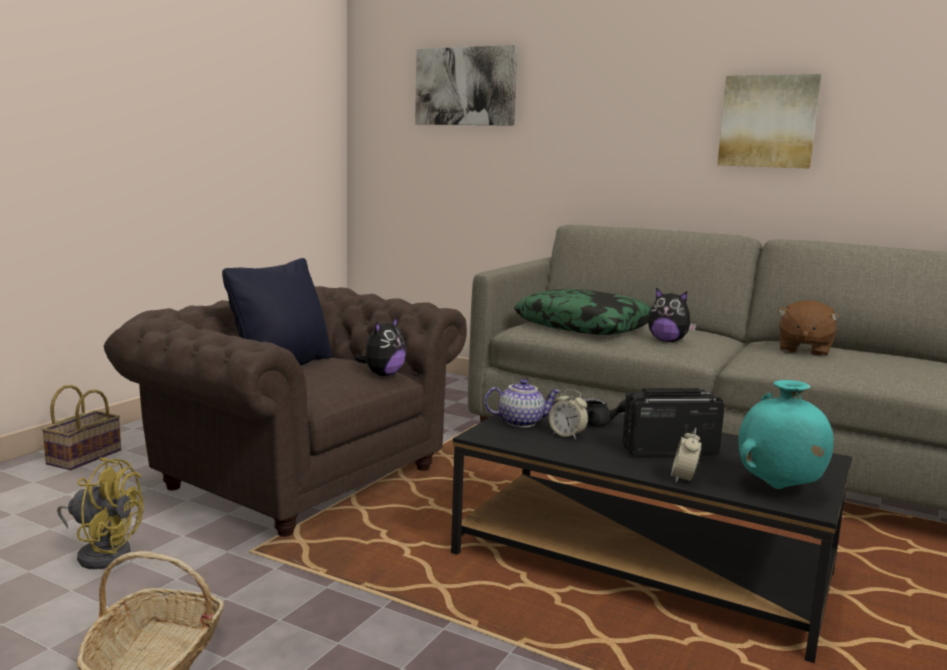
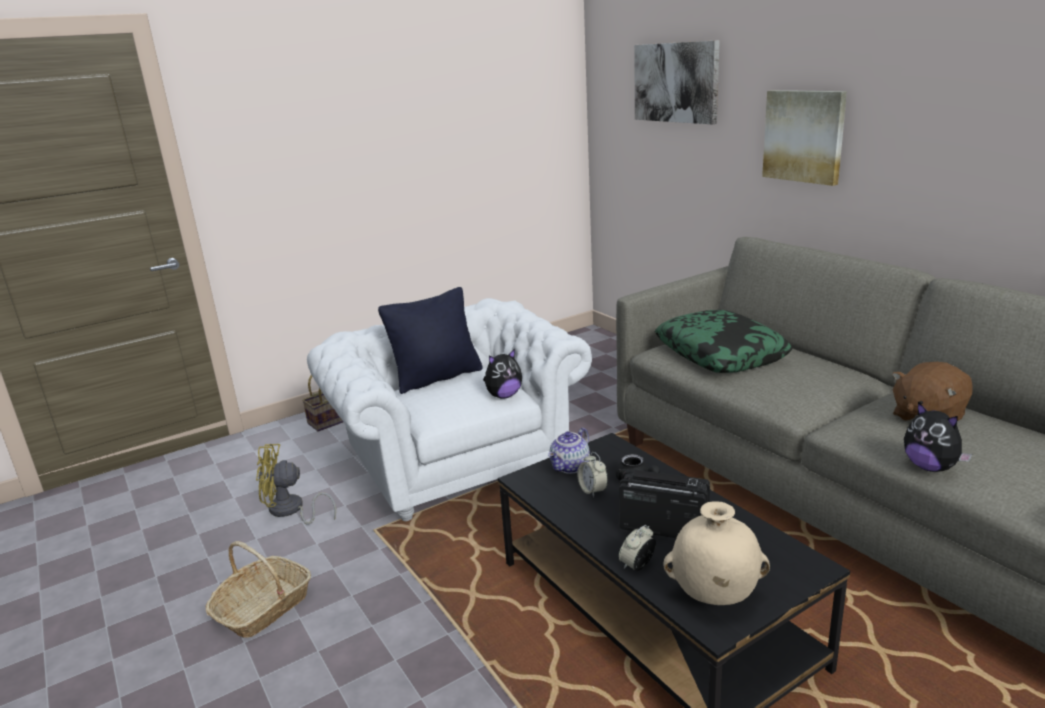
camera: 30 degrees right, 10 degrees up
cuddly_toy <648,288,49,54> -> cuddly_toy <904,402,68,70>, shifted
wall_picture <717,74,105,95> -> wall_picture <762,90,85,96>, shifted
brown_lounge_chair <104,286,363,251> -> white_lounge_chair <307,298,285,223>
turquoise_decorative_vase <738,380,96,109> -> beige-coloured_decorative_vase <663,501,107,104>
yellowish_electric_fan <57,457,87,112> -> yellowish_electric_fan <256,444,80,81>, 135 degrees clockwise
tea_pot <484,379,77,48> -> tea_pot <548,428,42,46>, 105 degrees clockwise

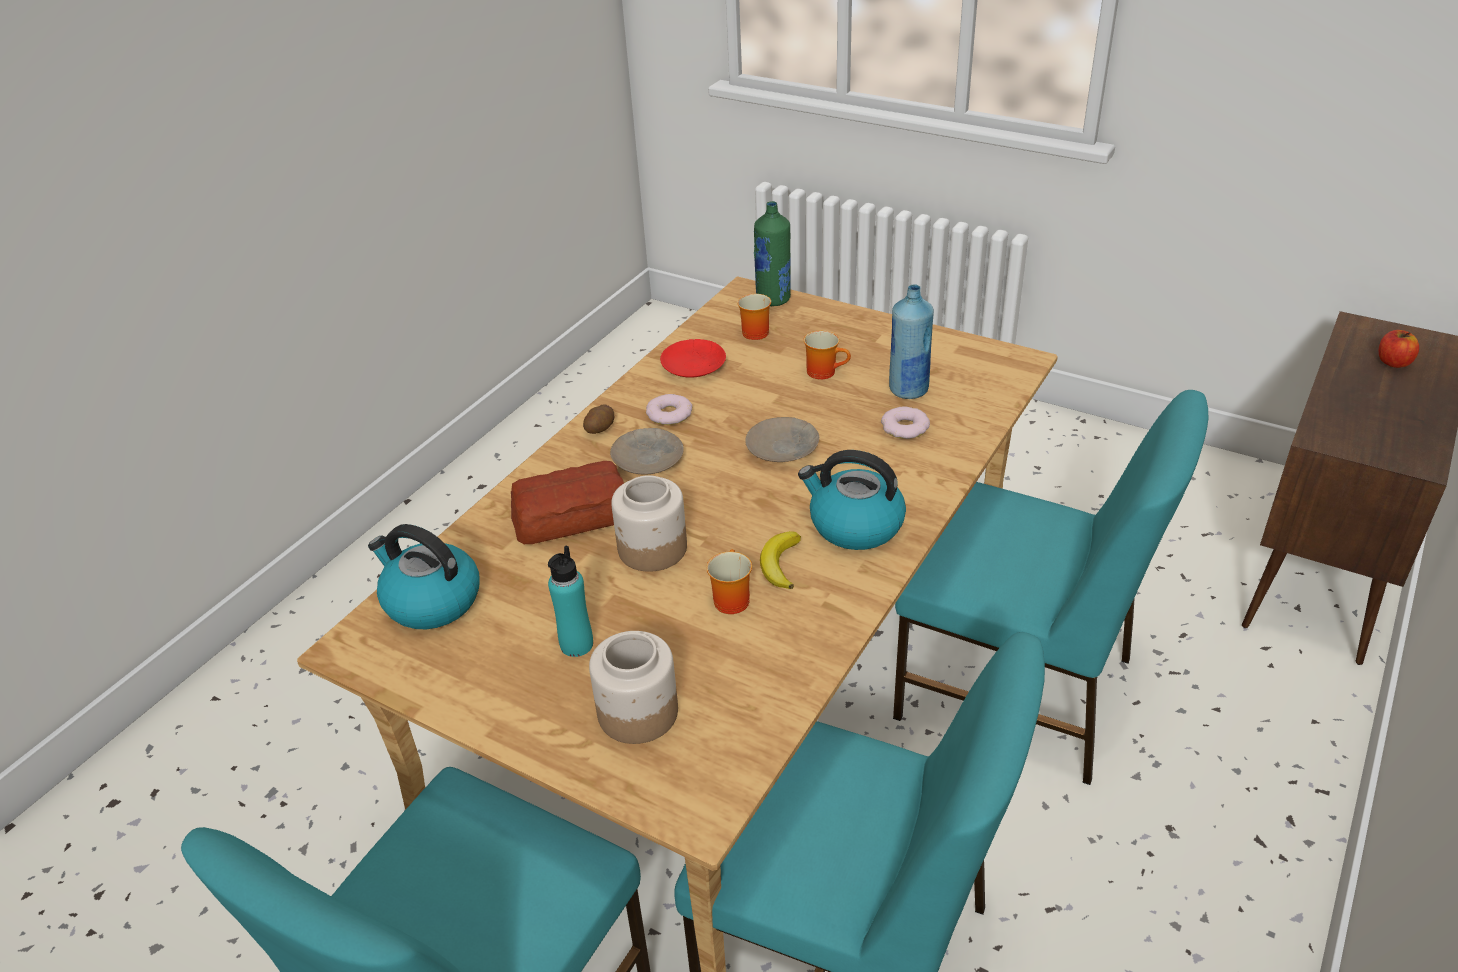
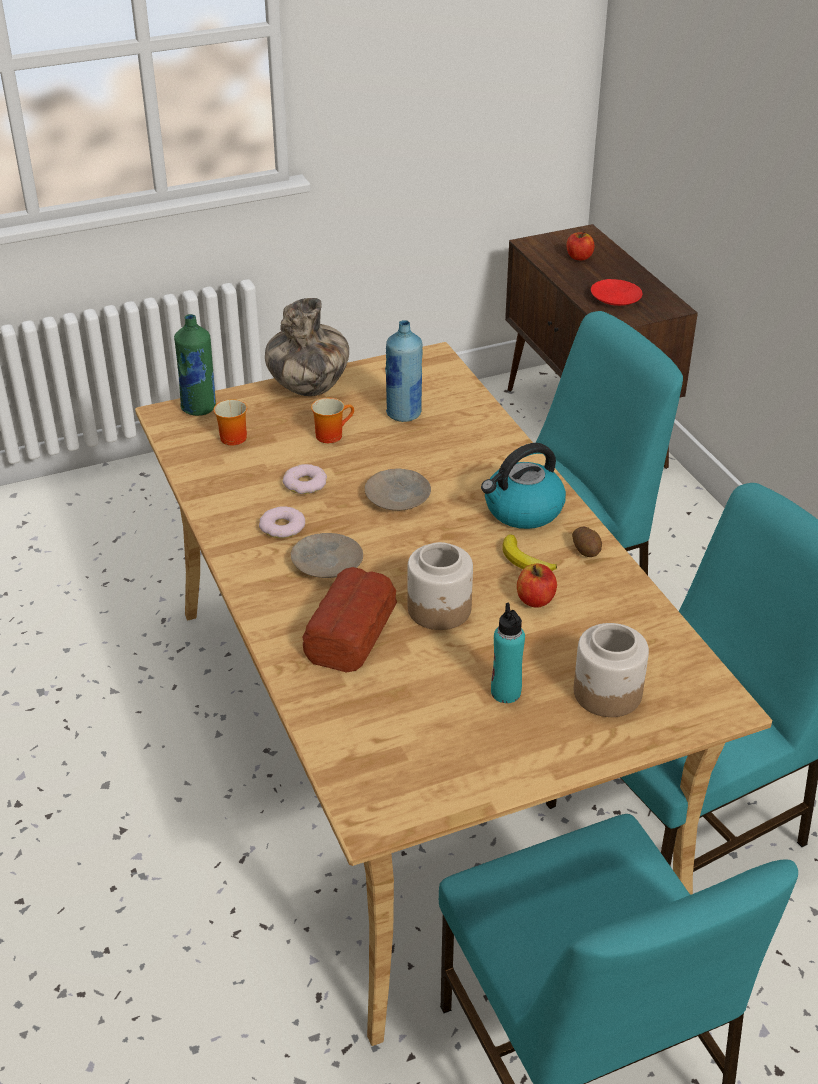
camera: 55 degrees left, 0 degrees up
tea_kettle <368,524,112,105> -> none
none -> decorative_vase <265,298,84,98>
whole_potato <583,404,31,30> -> whole_potato <572,527,30,30>, shifted
red_plate <660,339,66,39> -> red_plate <591,279,51,27>, shifted
doughnut <881,406,49,33> -> doughnut <283,464,44,30>, shifted
coffee_mug <706,549,46,65> -> apple_fruit <517,564,40,44>

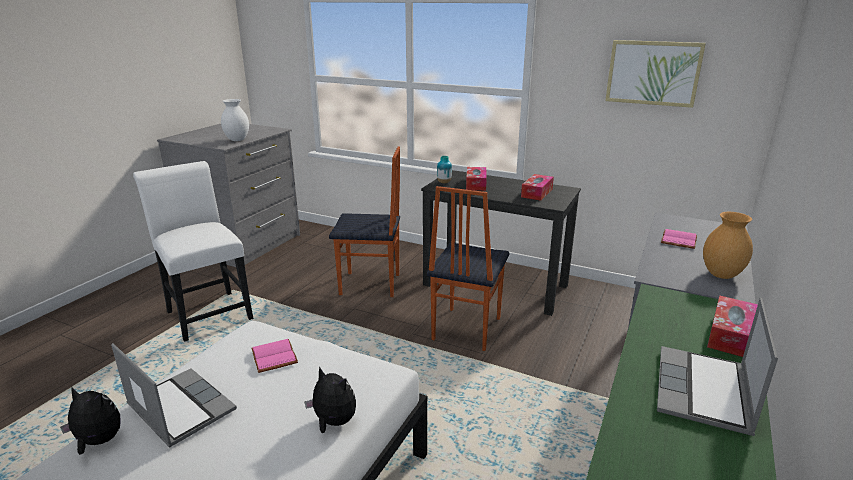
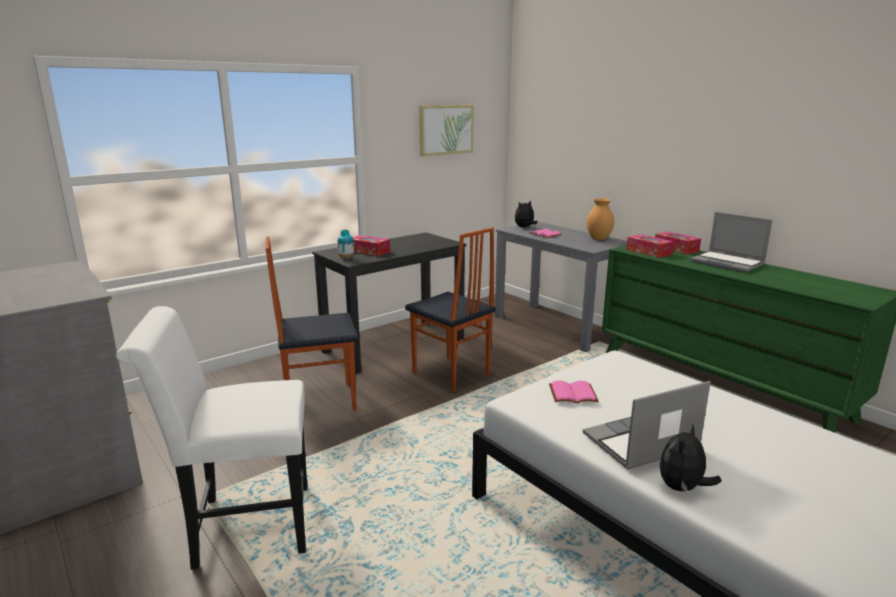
camera: 65 degrees left, 5 degrees down
white_decorative_vase <221,99,28,42> -> none
cuddly_toy <305,366,51,67> -> cuddly_toy <515,200,23,27>, shifted
tissue_box <521,174,33,27> -> tissue_box <626,234,48,24>, shifted
plain_chair <329,146,71,151> -> plain_chair <266,236,93,174>, 135 degrees counterclockwise

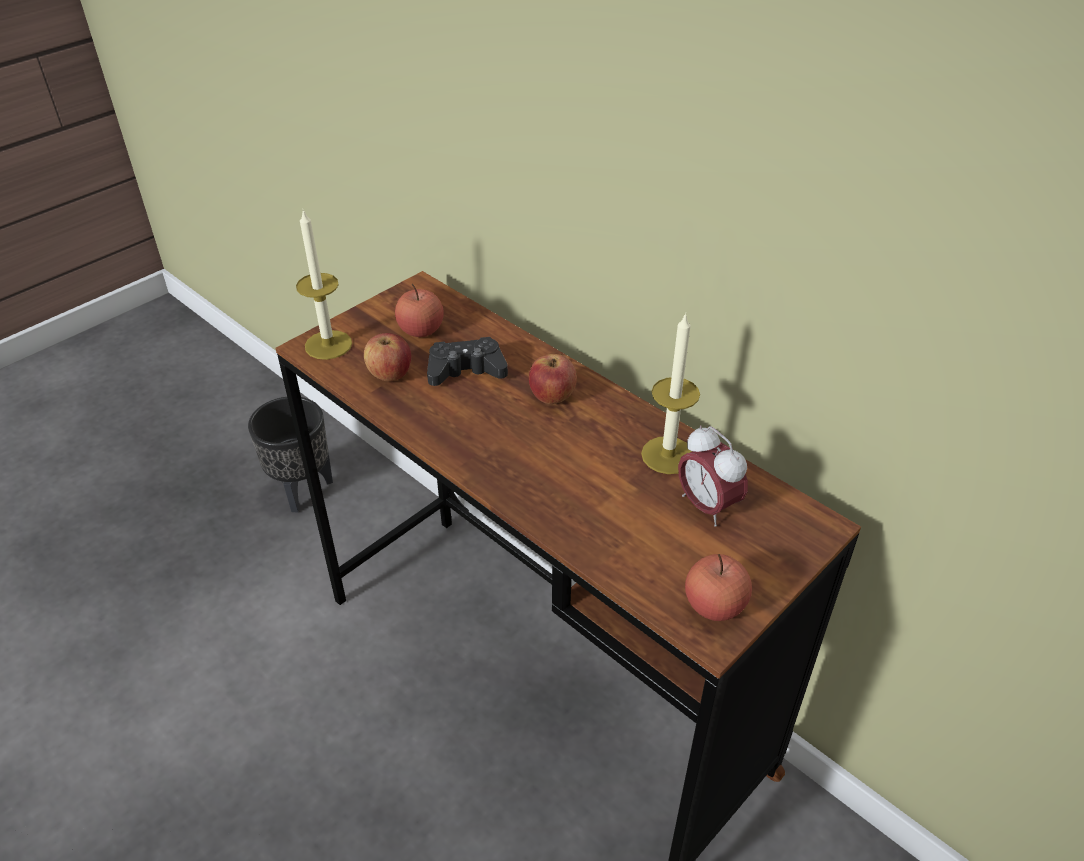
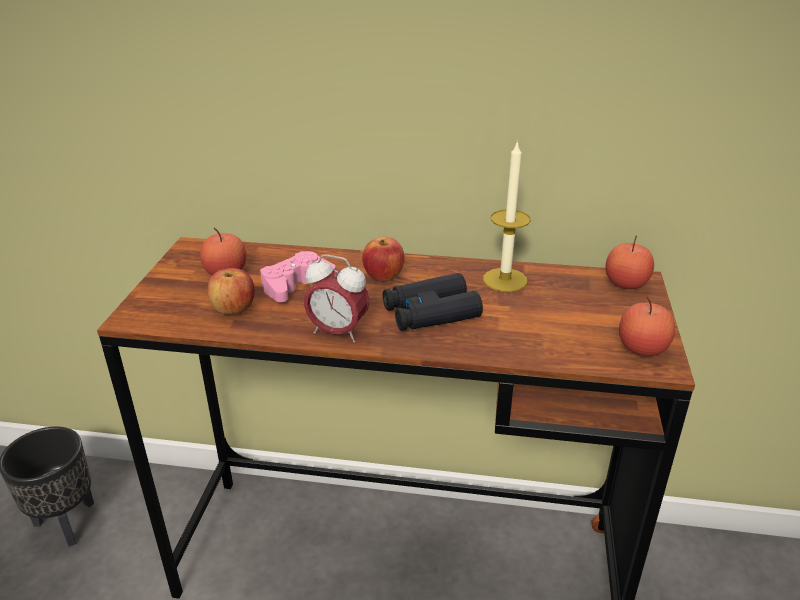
camera: 35 degrees left, 10 degrees down
candle <296,210,56,150> -> none
none -> black-coloured_pair_of_binoculars <383,273,100,58>
none -> apple_fruit <606,235,48,54>
bedside_clock <678,425,70,102> -> bedside_clock <304,254,66,89>, shifted
black-coloured_gamepad <427,337,81,49> -> pink-coloured_gamepad <260,251,76,51>

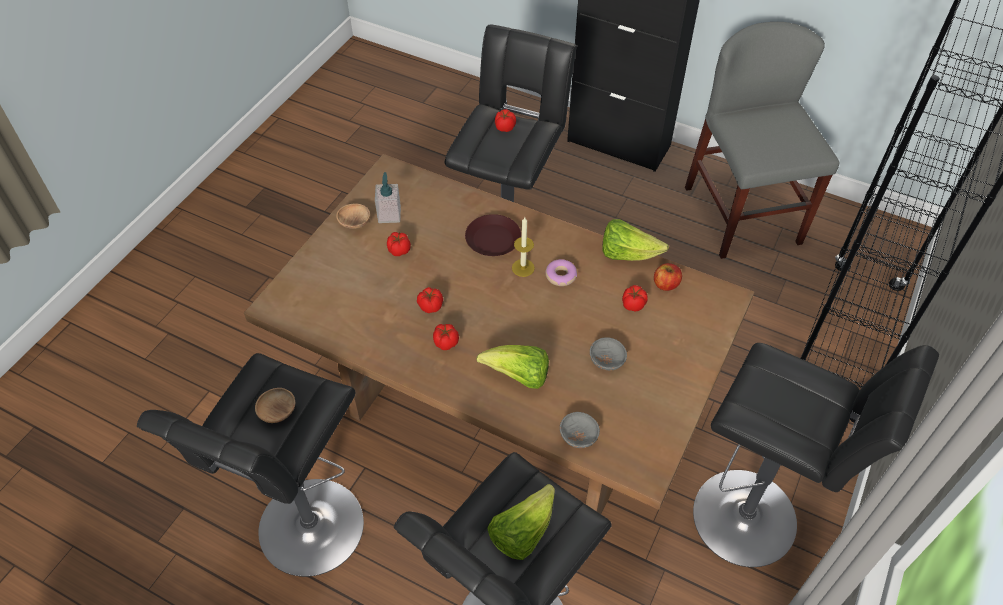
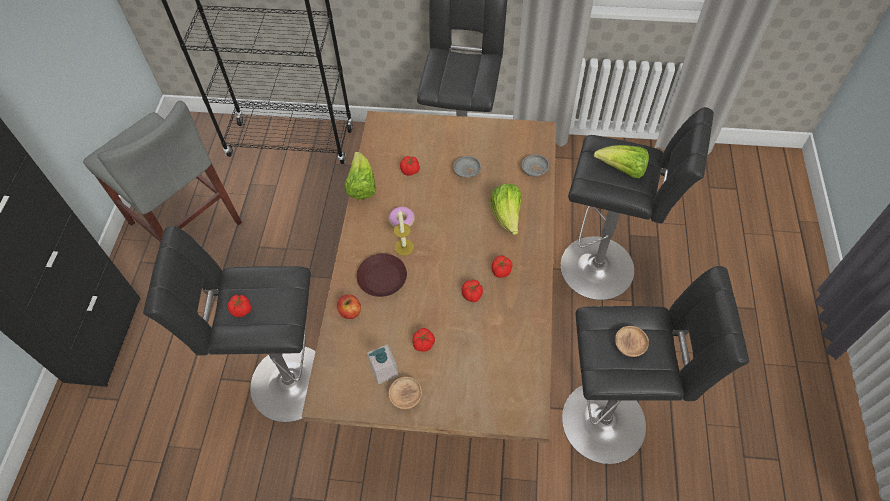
camera: 110 degrees left, 5 degrees up
apple_fruit <654,263,28,28> -> apple_fruit <337,294,24,25>, shifted
gray_plain_chair <685,22,155,237> -> gray_plain_chair <83,101,159,141>, 105 degrees counterclockwise

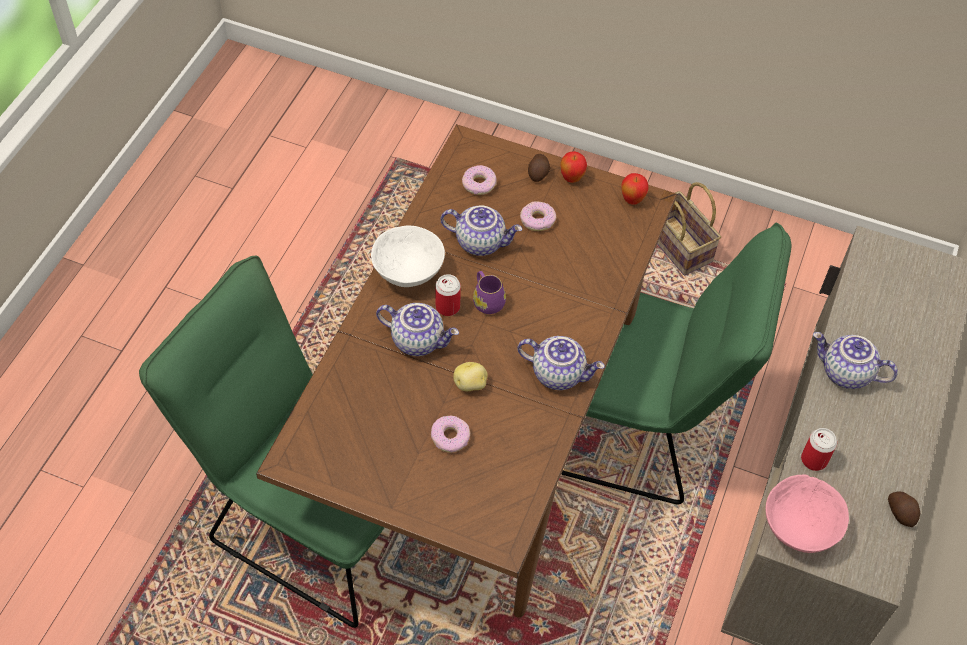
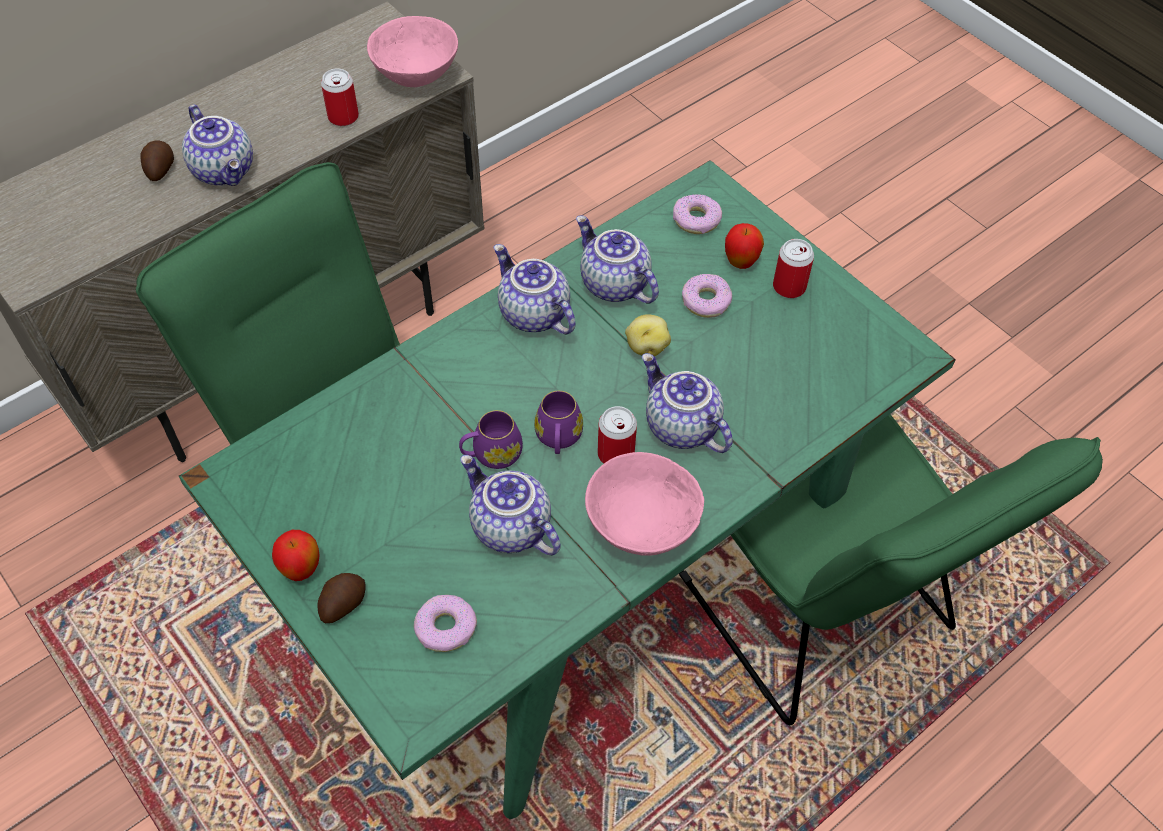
camera: 150 degrees left, 0 degrees up
basket <657,182,64,93> -> none
none -> purplish_coffee_mug <459,410,64,59>
none -> tea_pot <576,215,83,89>
none -> can <773,239,41,59>
doughnut <520,201,36,30> -> doughnut <673,194,49,40>, shifted
apple_fruit <622,173,27,32> -> apple_fruit <725,223,39,46>, shifted
whole_potato <888,491,32,36> -> whole_potato <140,141,34,40>, shifted
brown_kitchen_table <256,124,421,494> -> greenish_kitchen_table <179,160,777,659>
white_bowl <371,226,74,61> -> pink-coloured_bowl <585,452,119,104>

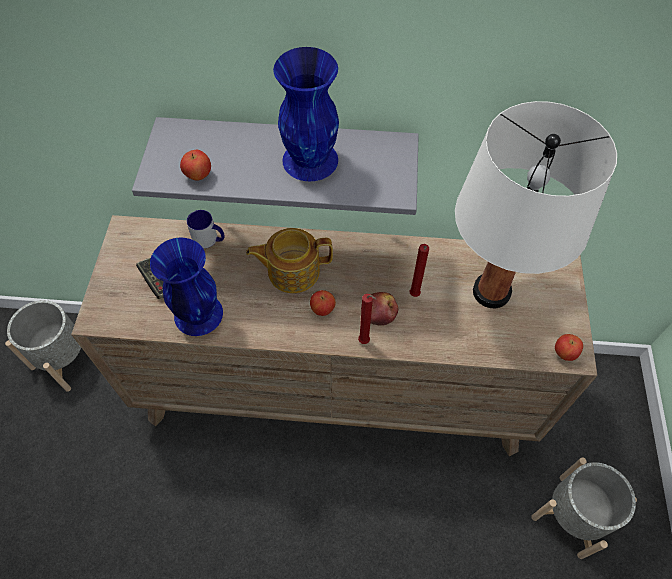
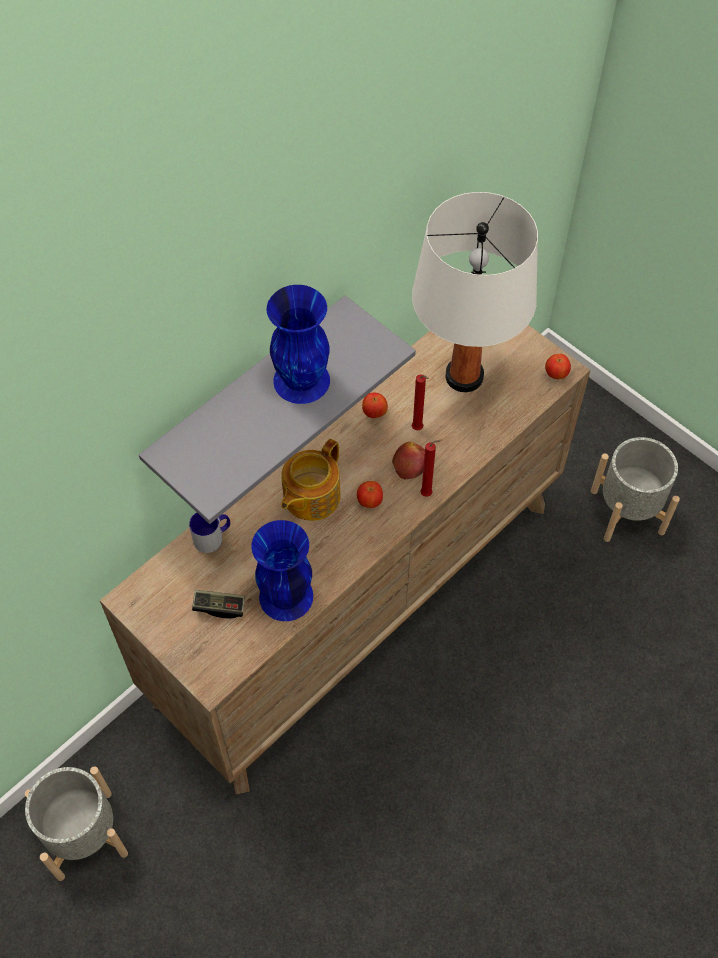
camera: 50 degrees left, 0 degrees up
apple_fruit <180,150,31,31> -> apple_fruit <362,393,26,25>, shifted

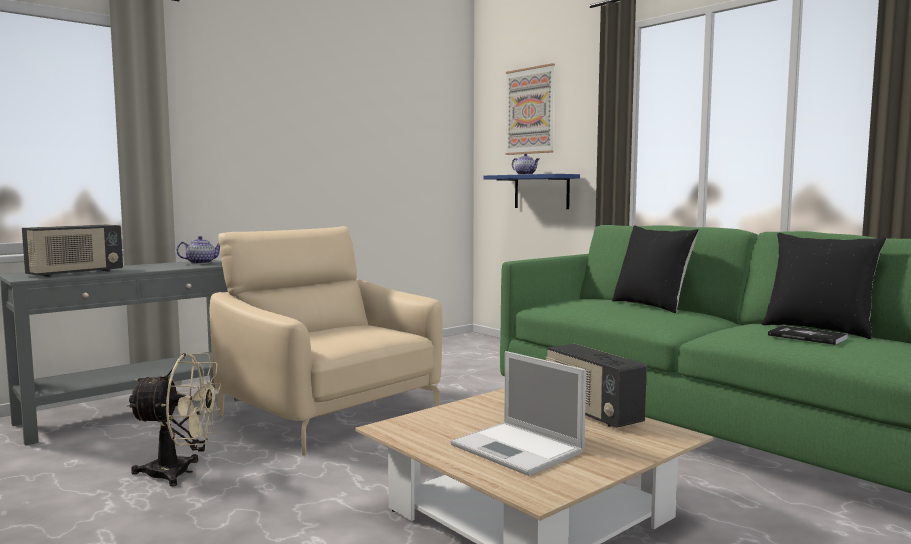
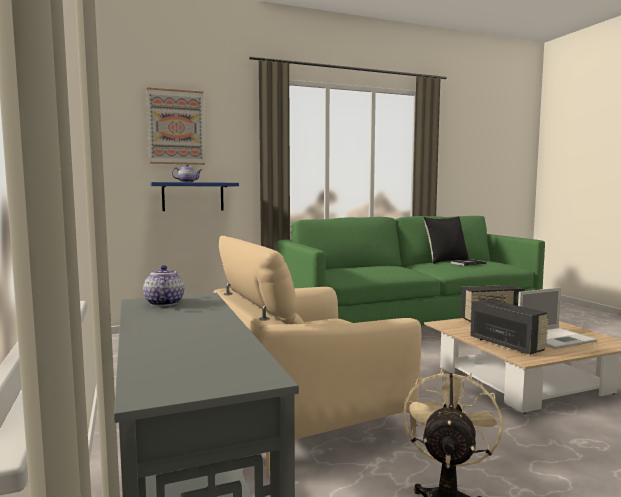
camera: 70 degrees left, 0 degrees up
black-coloured_cushion <612,225,87,88> -> none
radio_set <22,225,101,52> -> radio_set <470,299,78,56>, shifted

